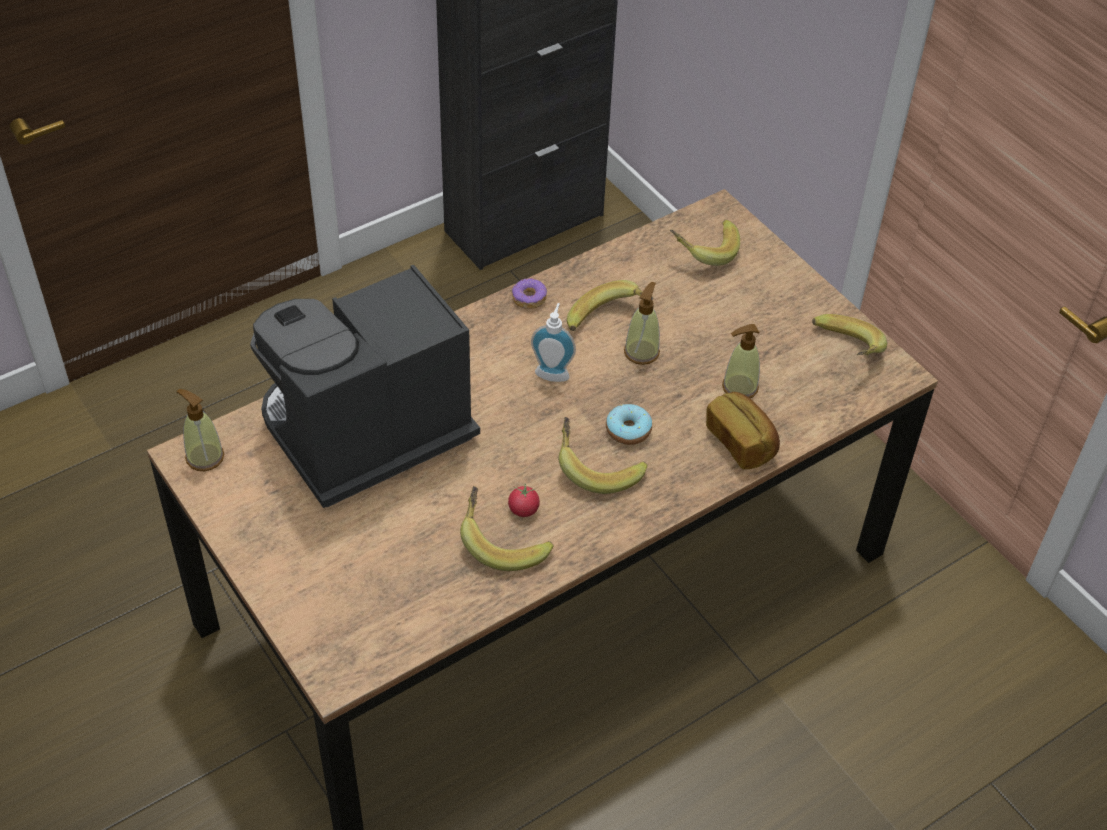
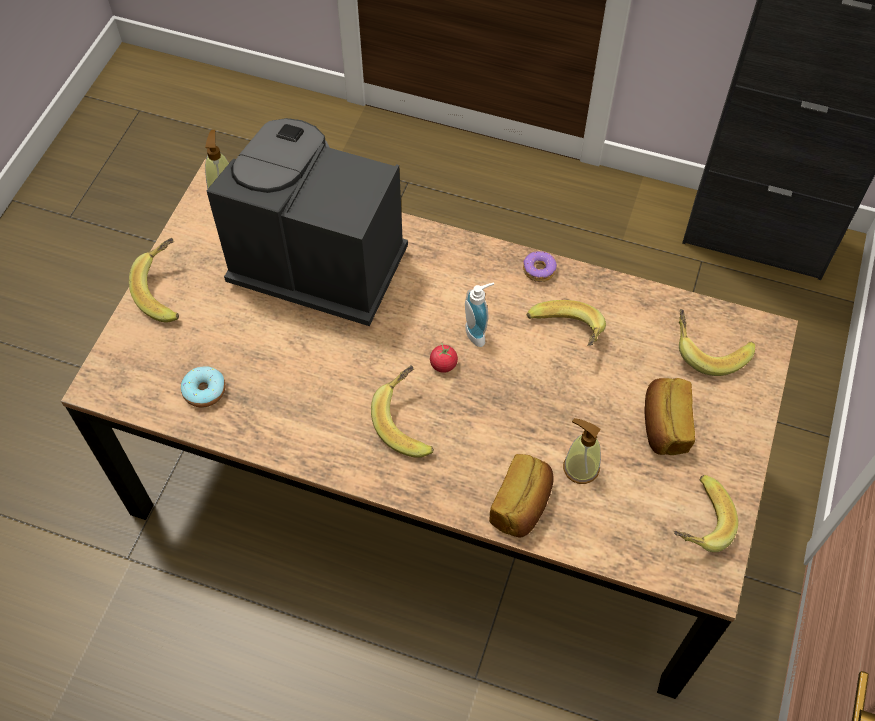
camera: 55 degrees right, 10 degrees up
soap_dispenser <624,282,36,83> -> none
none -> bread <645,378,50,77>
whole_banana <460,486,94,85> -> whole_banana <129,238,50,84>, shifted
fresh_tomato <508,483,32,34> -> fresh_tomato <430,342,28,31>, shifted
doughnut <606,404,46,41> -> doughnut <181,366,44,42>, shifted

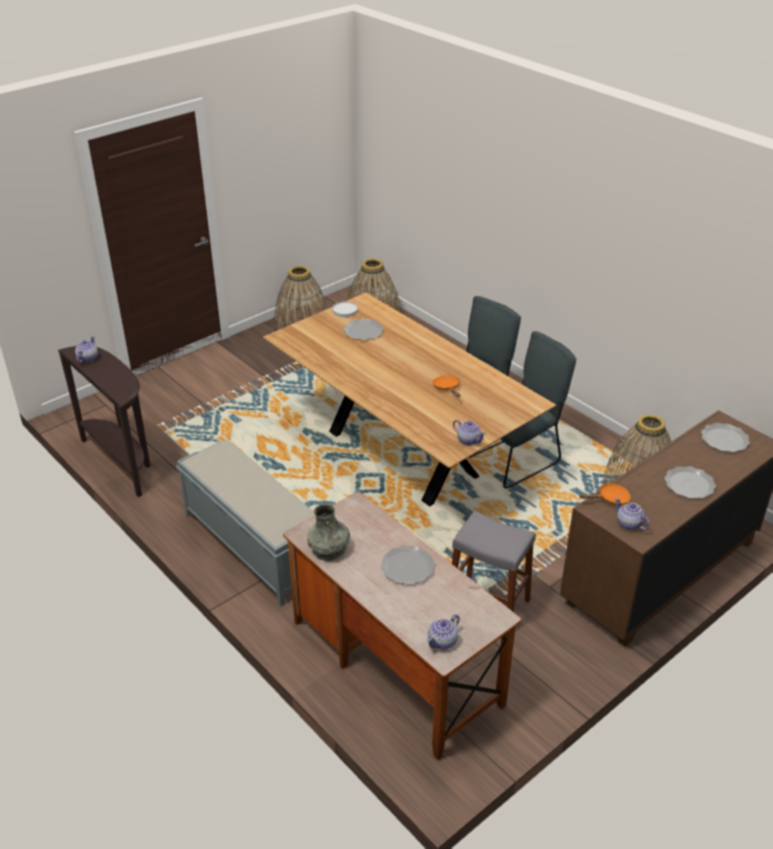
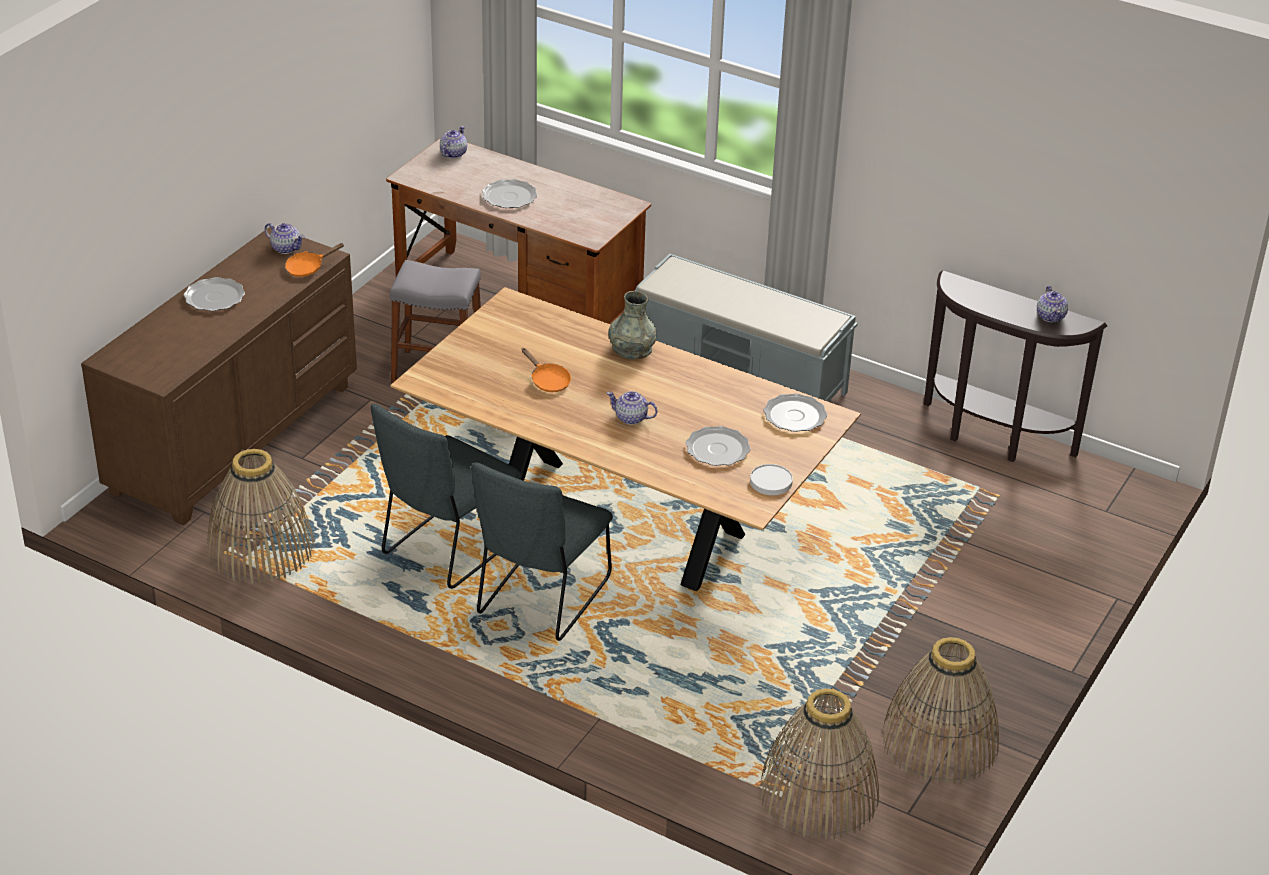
camera: 160 degrees right, 0 degrees up
gray_decorative_vase <307,504,43,57> -> gray_decorative_vase <608,291,48,68>, shifted
tea_pot <453,420,33,25> -> tea_pot <607,391,51,34>, shifted
plate <701,423,49,29> -> plate <763,393,64,39>, shifted

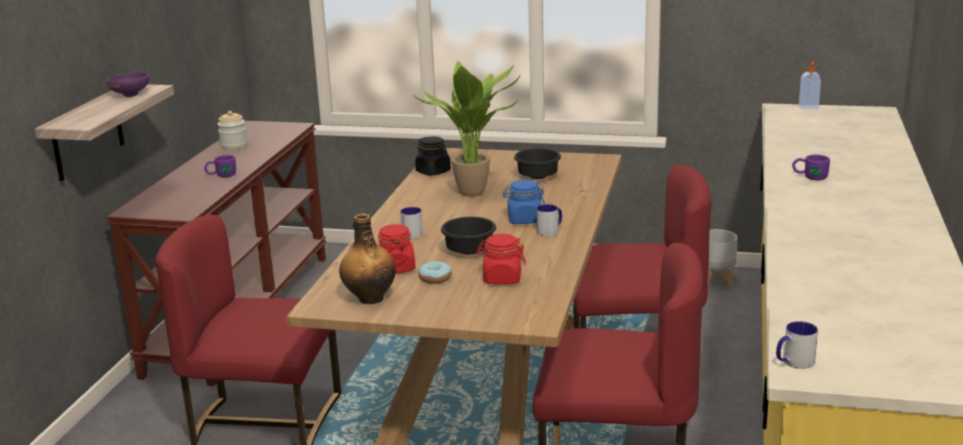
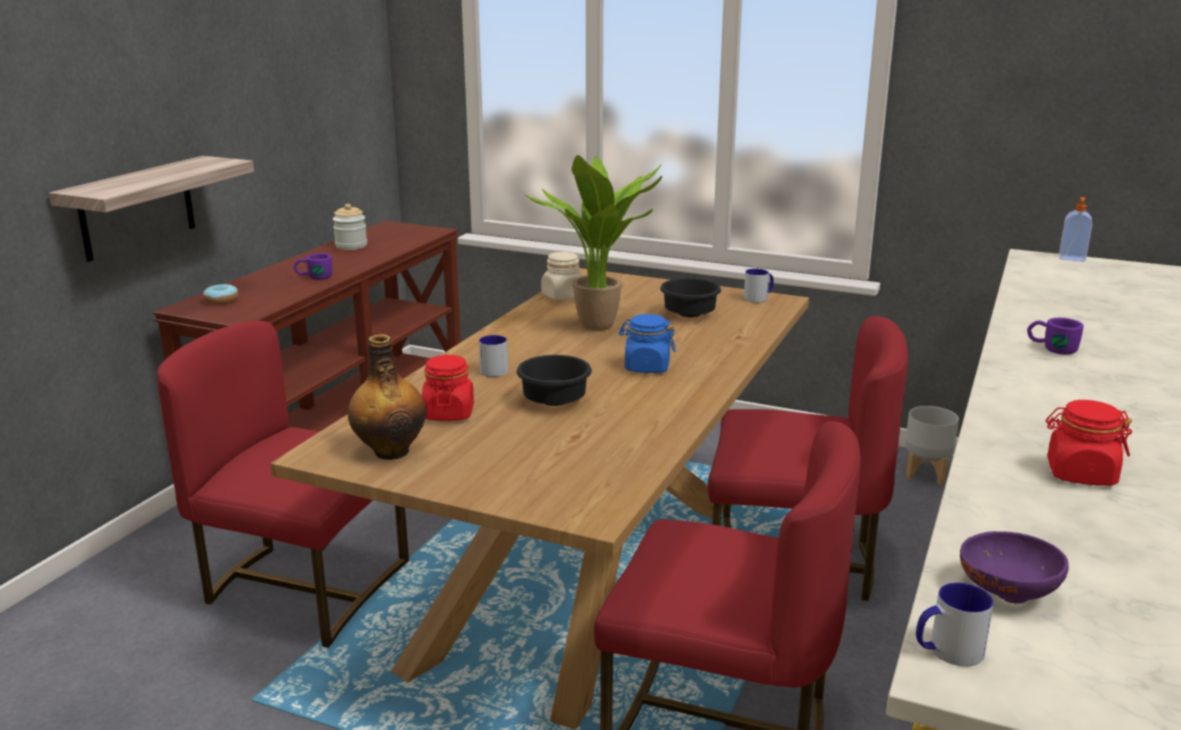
camera: 10 degrees right, 0 degrees up
purplish_bowl <105,72,45,25> -> purplish_bowl <960,531,109,73>, shifted
doughnut <418,261,34,23> -> doughnut <203,284,36,21>, shifted
red_storage_jar <477,234,49,51> -> red_storage_jar <1046,400,86,86>, shifted
coffee_mug <536,204,26,33> -> coffee_mug <744,269,30,34>, shifted
black-coloured_storage_jar <415,137,36,39> -> beige-coloured_storage_jar <541,252,42,49>

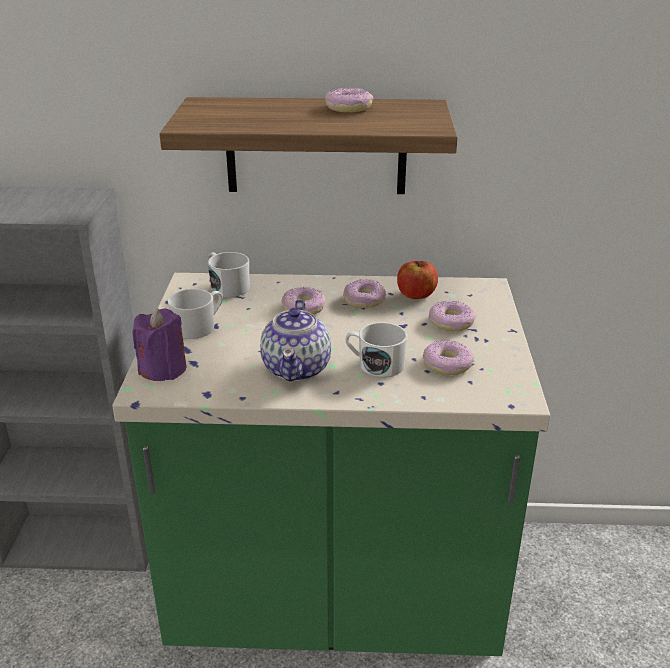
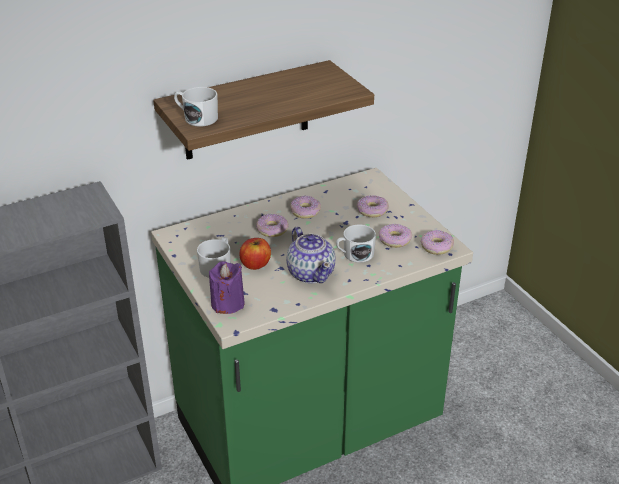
camera: 30 degrees left, 5 degrees up
white_coffee_mug <208,252,42,45> -> white_coffee_mug <174,87,44,40>, shifted
doughnut <325,88,48,24> -> doughnut <420,230,34,25>, shifted
apple_fruit <397,261,41,38> -> apple_fruit <239,238,32,32>, shifted

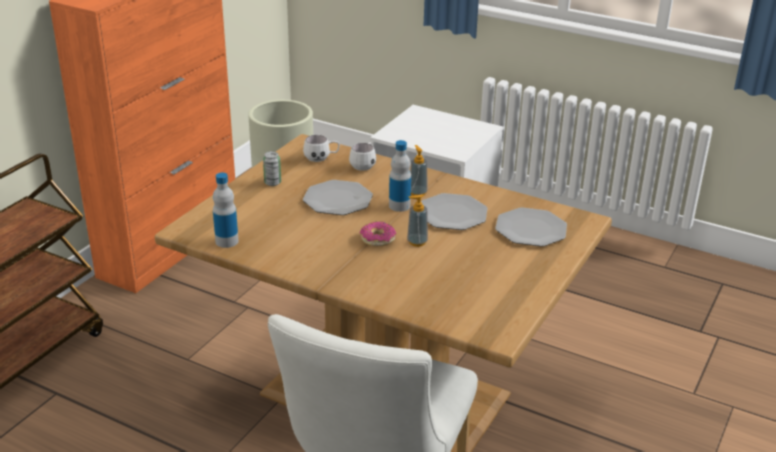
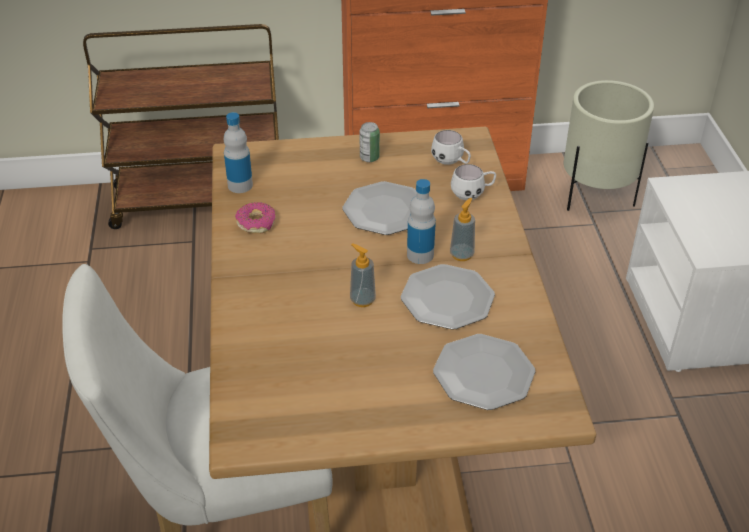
camera: 55 degrees right, 10 degrees up
doughnut <360,222,36,24> -> doughnut <235,202,41,31>, shifted

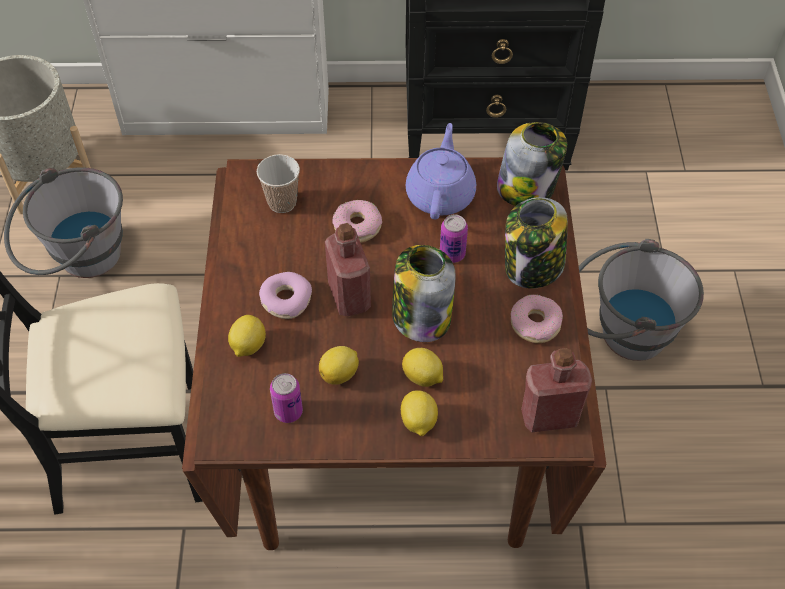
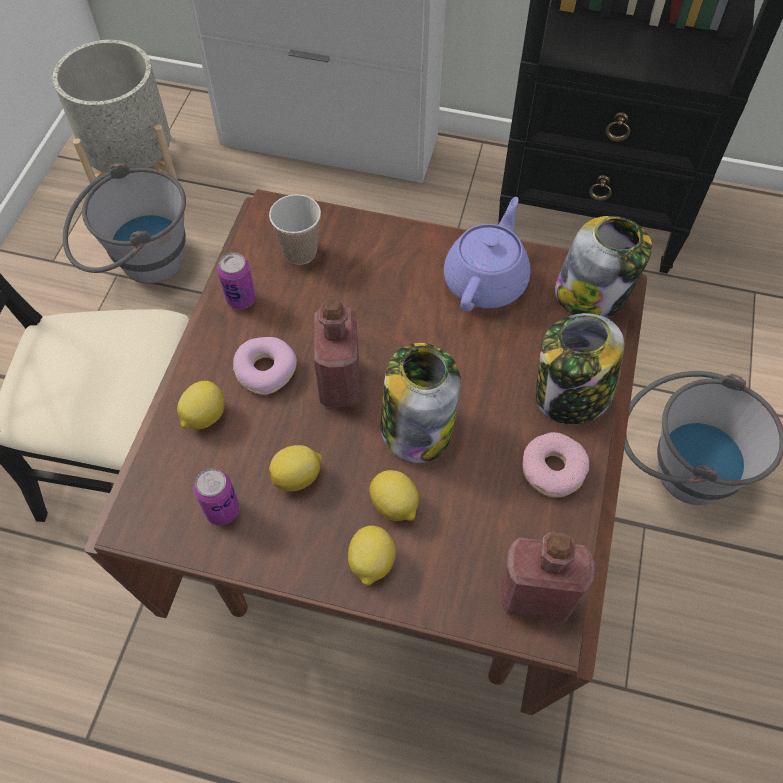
camera: 15 degrees right, 5 degrees up
doughnut <332,200,50,43> -> none
can <440,215,28,48> -> can <217,252,39,58>, shifted

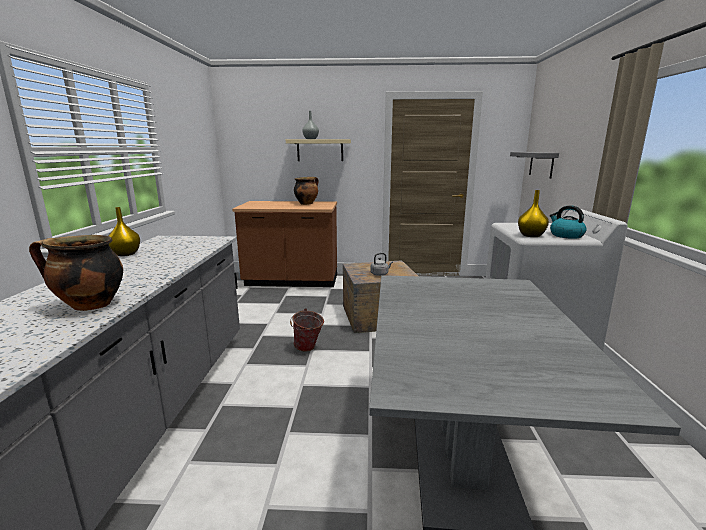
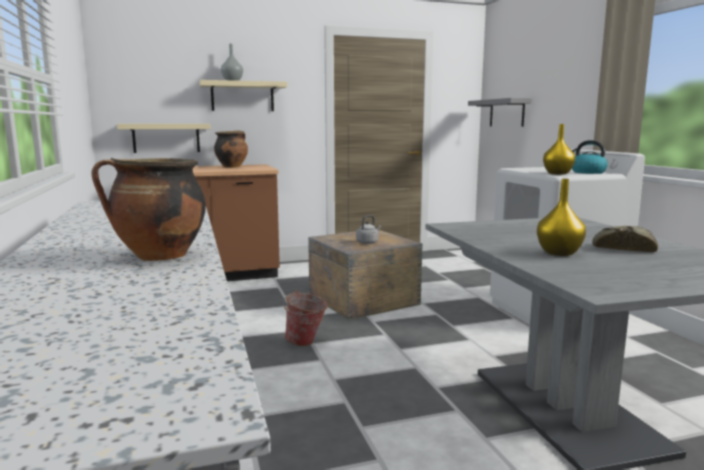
camera: 20 degrees left, 5 degrees down
none -> beige-coloured_shelf <117,124,94,29>
none -> bread <592,226,66,26>
yellowish_decorative_vase <108,207,32,49> -> yellowish_decorative_vase <537,179,49,77>, shifted

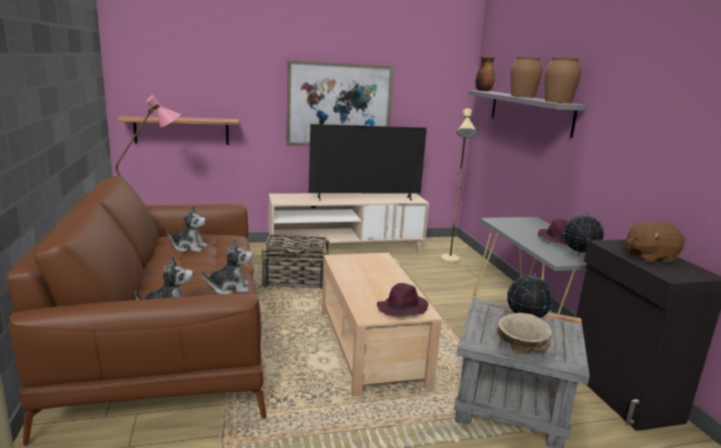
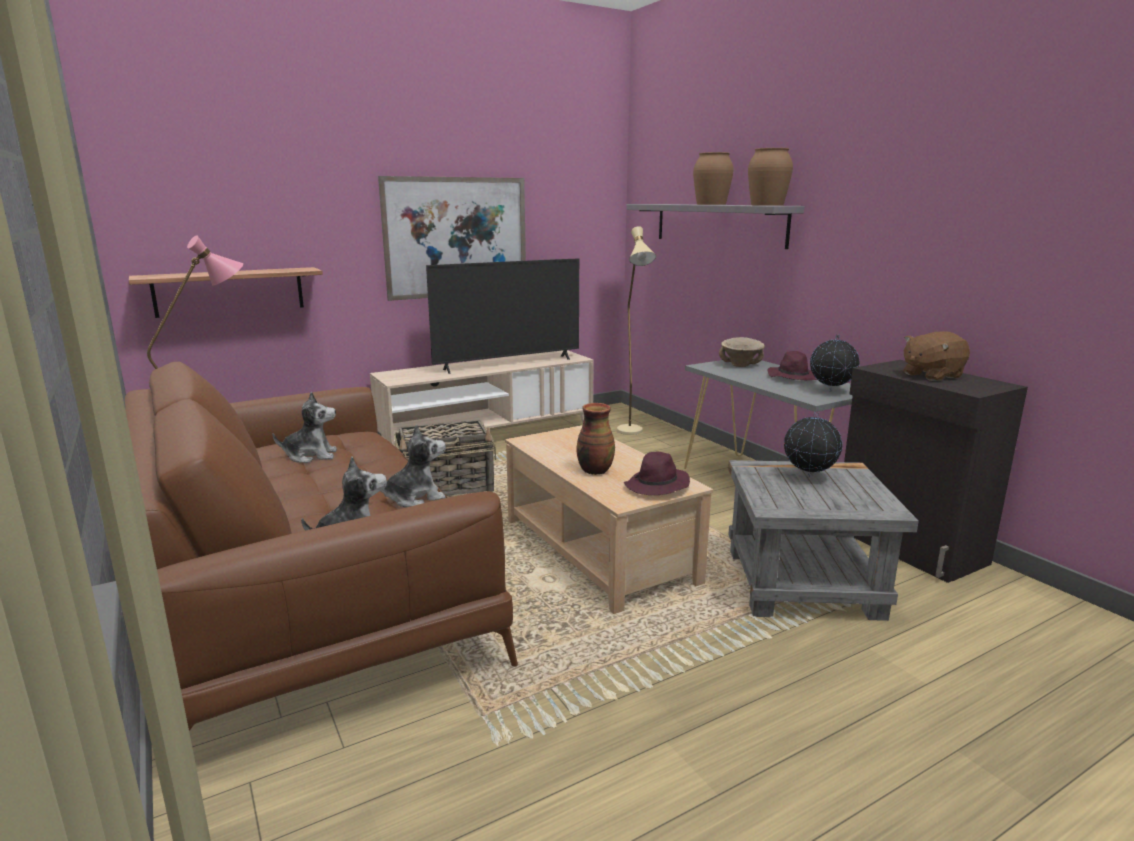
camera: 15 degrees left, 0 degrees up
decorative_vase <475,57,20,34> -> decorative_vase <576,403,39,72>, shifted
beige-coloured_bowl <497,313,55,41> -> beige-coloured_bowl <719,337,46,30>, shifted

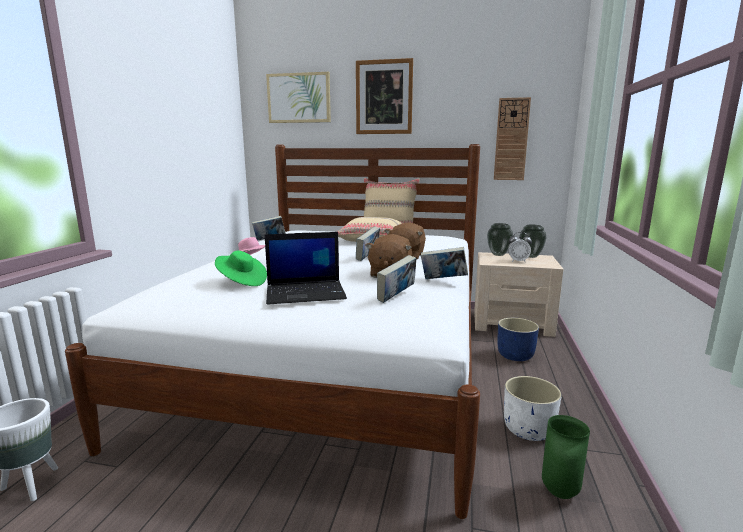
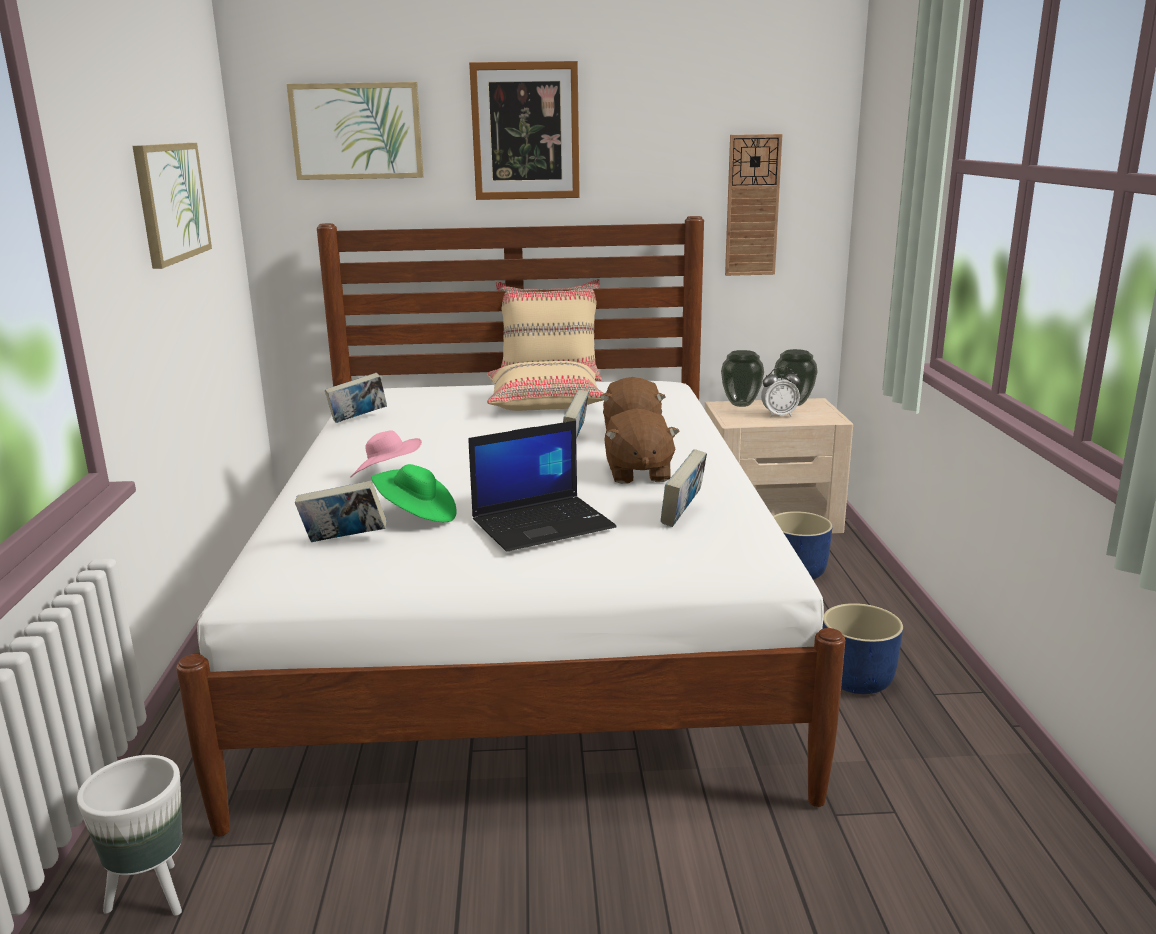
camera: 15 degrees left, 5 degrees up
greenish_decorative_vase <542,415,48,84> -> none
none -> wall_picture <133,143,79,126>
bound_book <421,247,47,32> -> bound_book <295,480,92,62>, shifted
white_planter <504,376,58,65> -> blue-coloured_planter <823,603,80,91>

